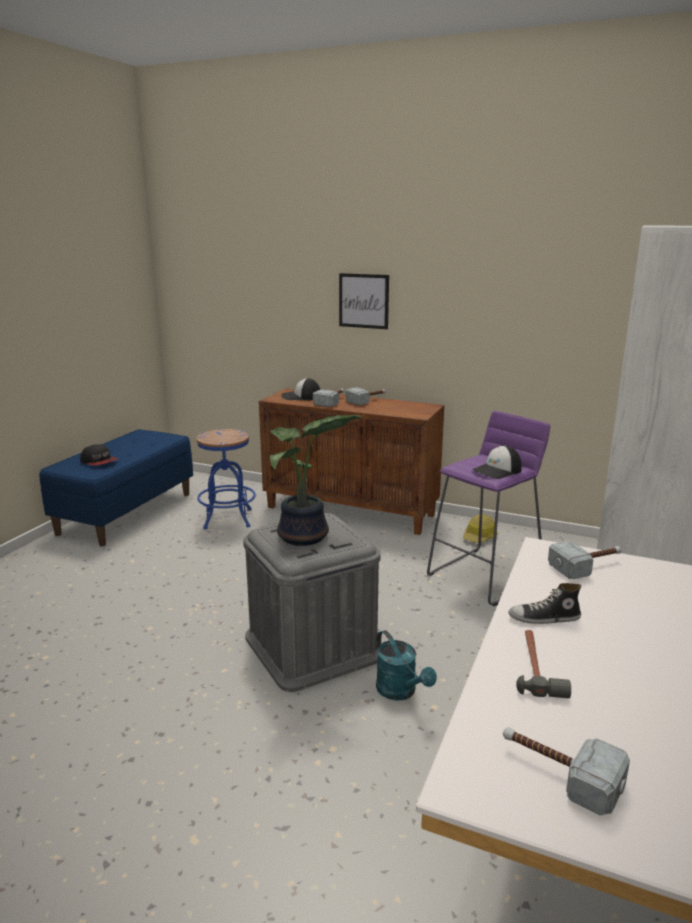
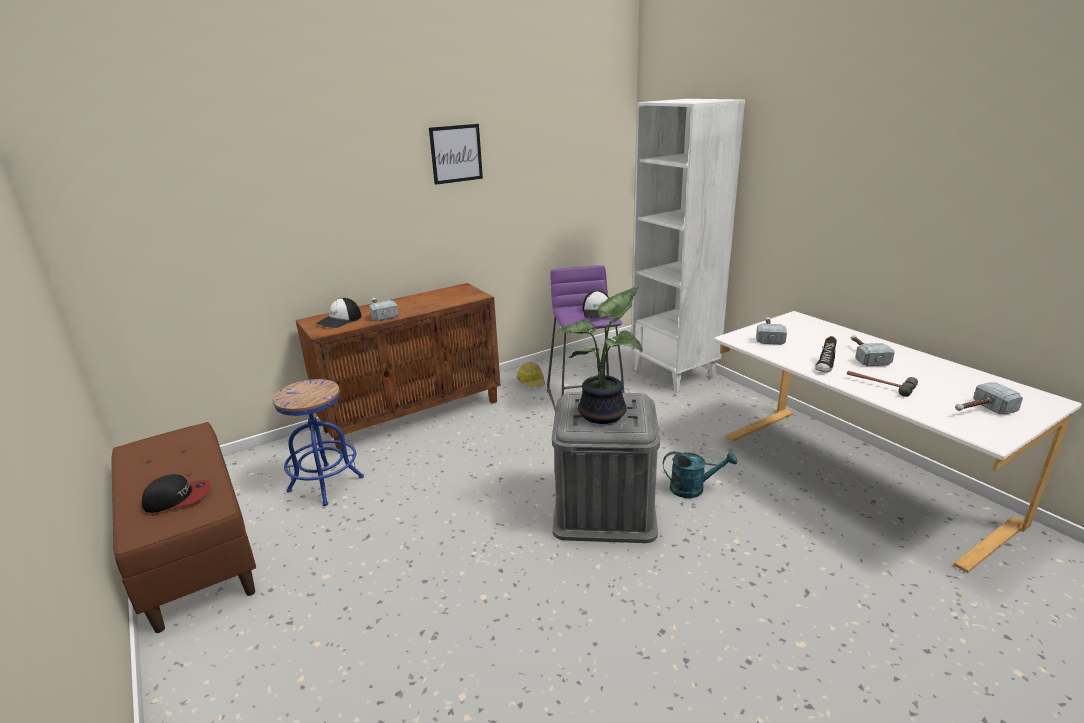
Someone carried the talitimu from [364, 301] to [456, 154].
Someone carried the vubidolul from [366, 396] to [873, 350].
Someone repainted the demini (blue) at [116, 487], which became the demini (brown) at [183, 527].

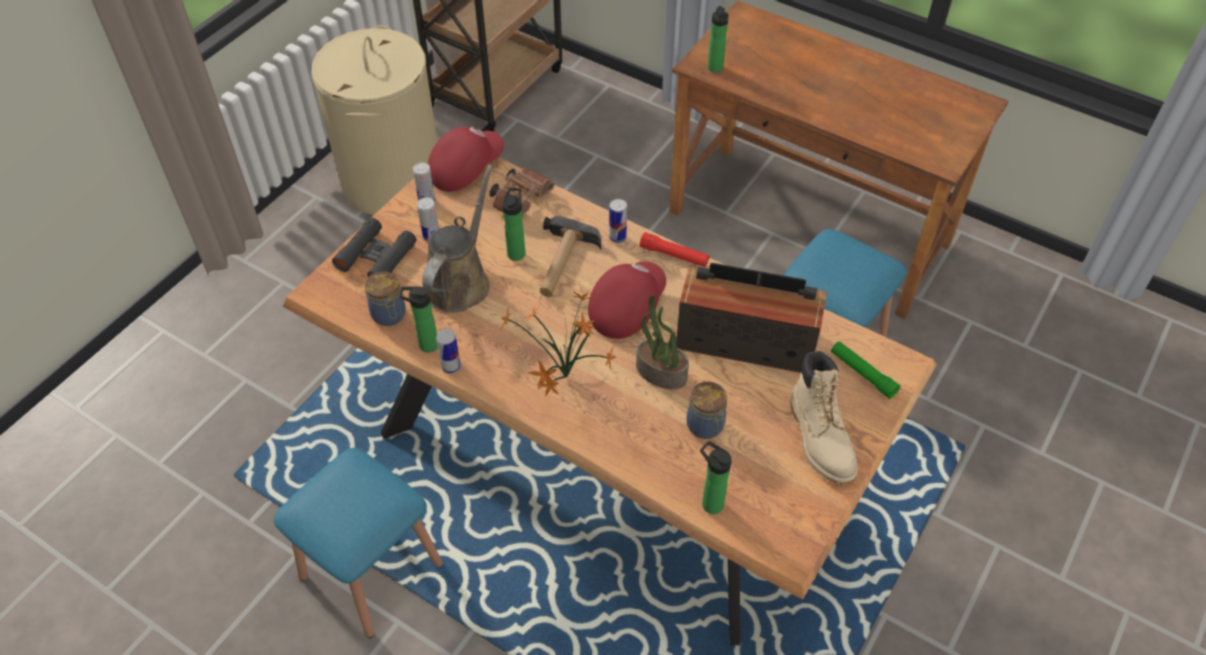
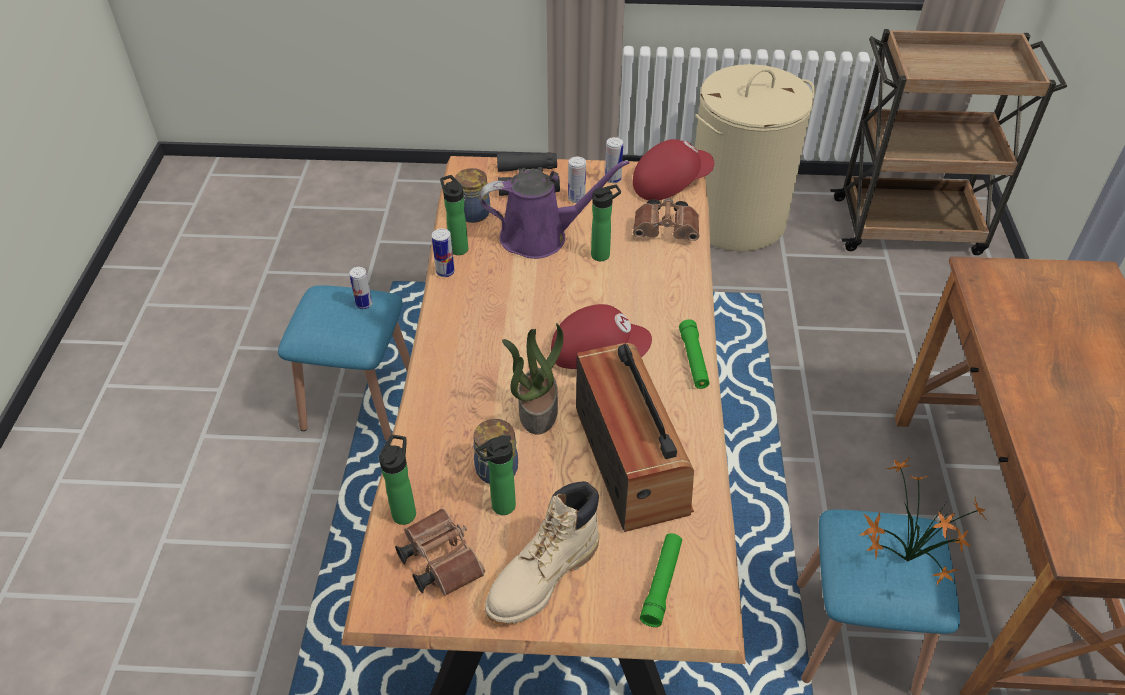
Someone took away the vubidolul at [570, 256].
Someone put down the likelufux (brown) at [440, 552].
Someone carried the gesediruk from [558, 343] to [924, 521].
Someone carried the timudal from [618, 221] to [361, 288].
Someone carried the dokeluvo from [718, 39] to [496, 475].
Someone repainted the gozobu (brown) at [457, 239], which became the gozobu (purple) at [554, 209].
Someone repainted the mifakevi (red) at [675, 249], which became the mifakevi (green) at [694, 354].
Someone rotated the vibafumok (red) at [466, 159] by 45 degrees counterclockwise.

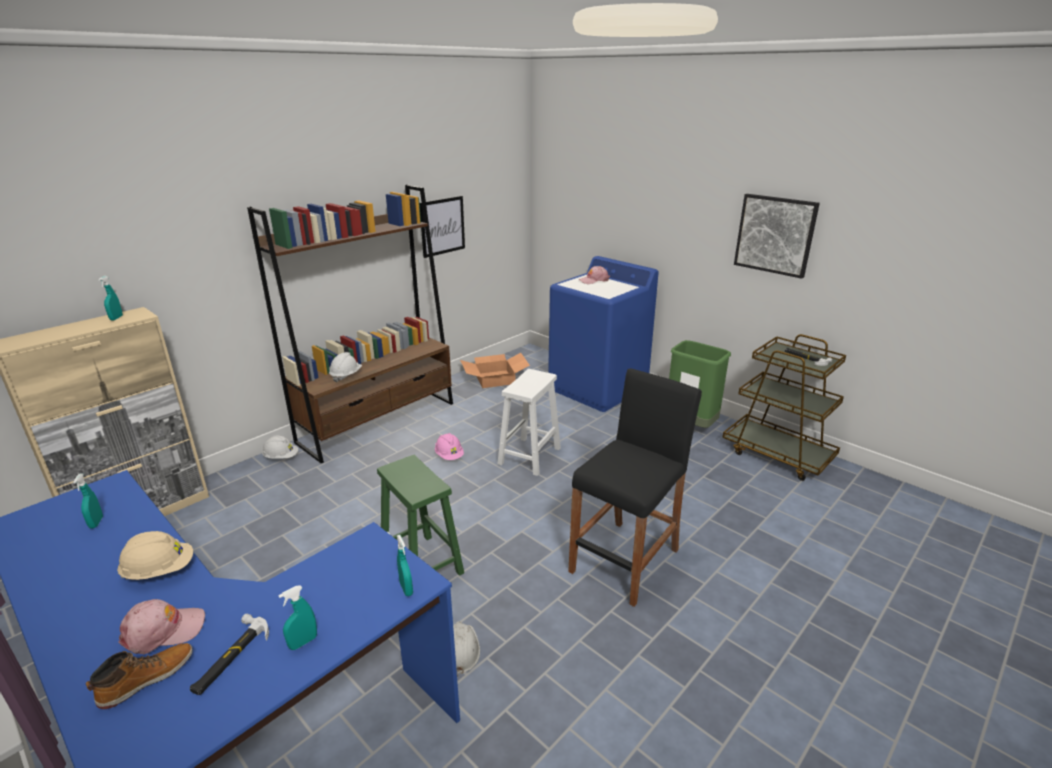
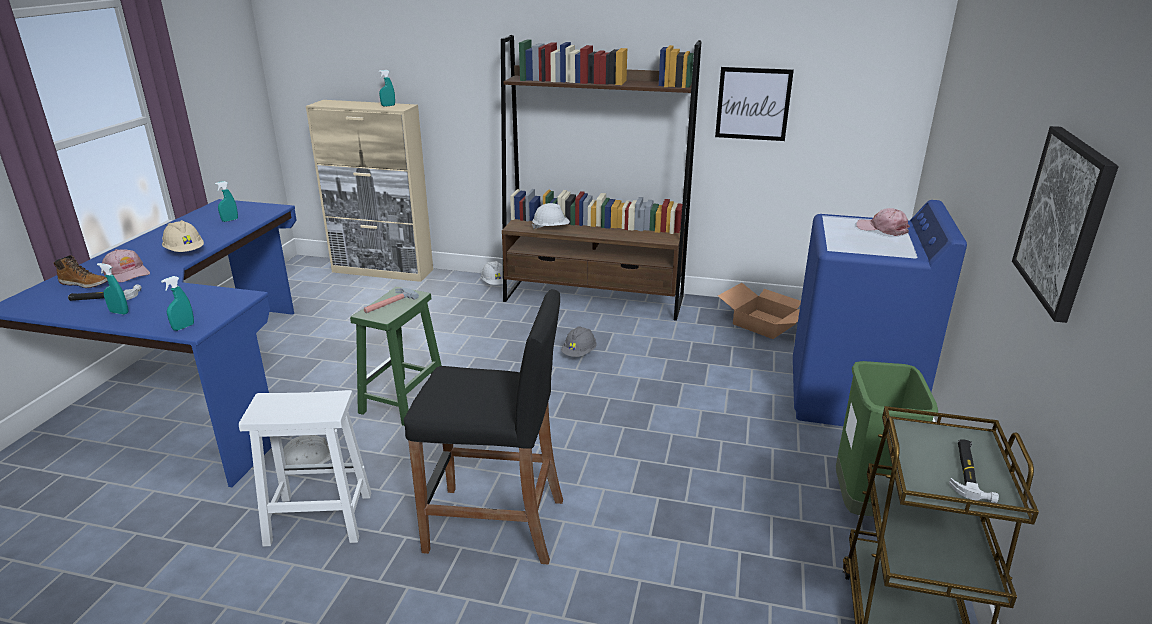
Someone put down the vubidolul at [391, 300].
Someone carried the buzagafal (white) from [529, 422] to [305, 468].
Someone repainted the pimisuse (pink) at [449, 446], which became the pimisuse (grey) at [579, 341].

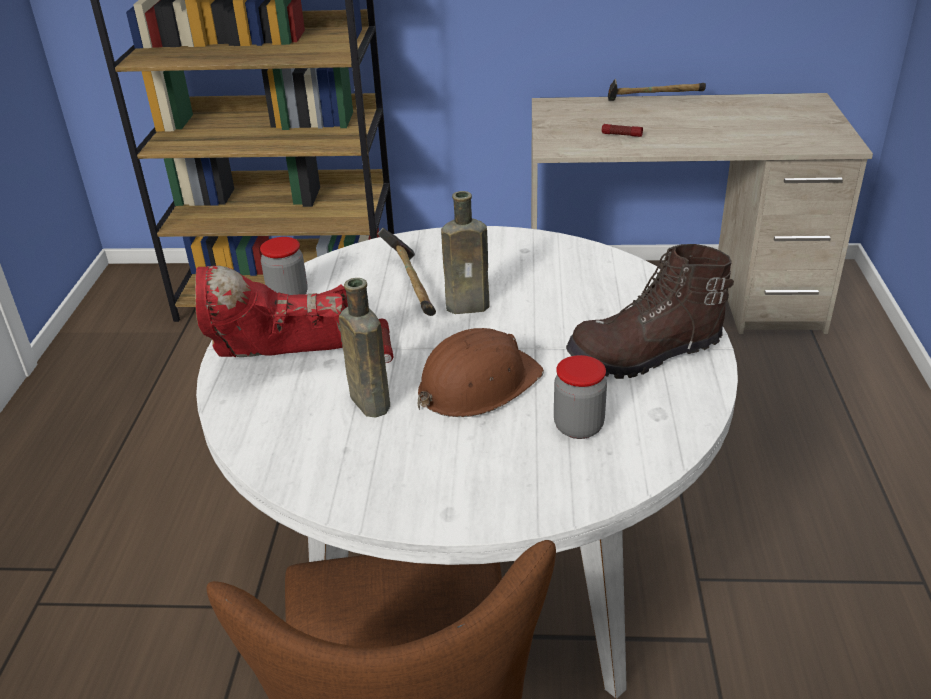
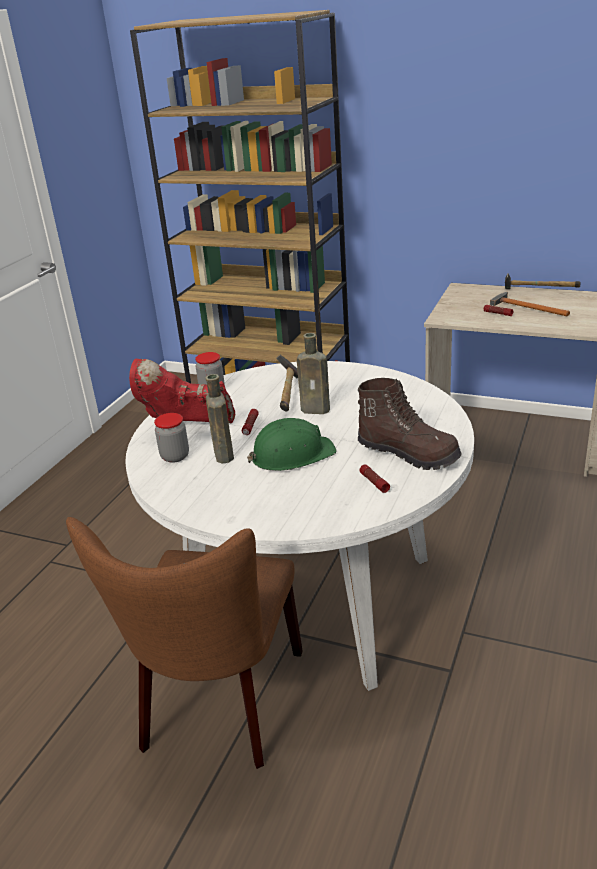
Someone put down the mifakevi at [374, 479].
Someone put down the vubidolul at [530, 304].
Someone carried the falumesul from [580, 397] to [171, 438].
Someone repainted the pimisuse (brown) at [481, 372], which became the pimisuse (green) at [291, 444].
Someone rotated the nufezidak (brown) at [650, 311] by 150 degrees counterclockwise.

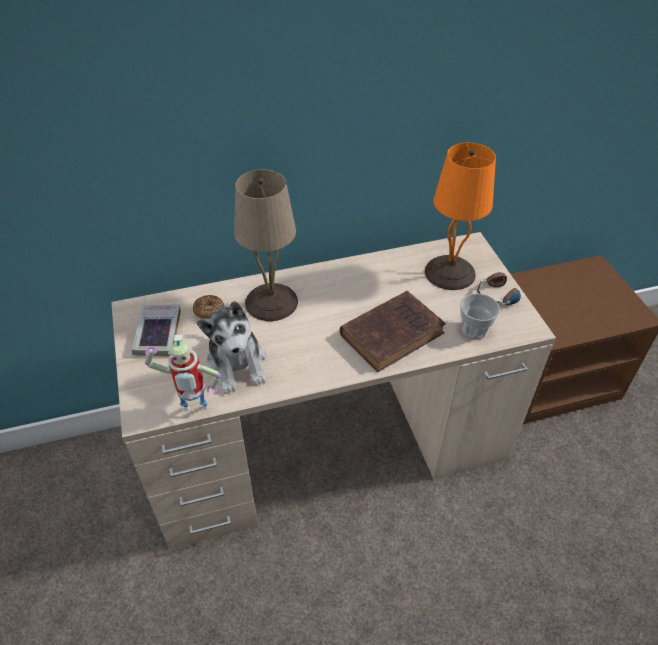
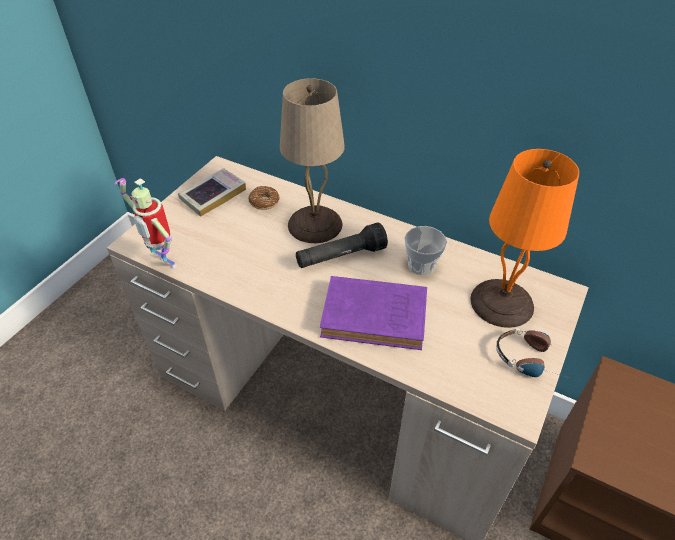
Someone took away the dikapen at [231, 347].
Someone put down the mifakevi (black) at [342, 245].
Someone carried the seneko from [480, 316] to [425, 250].
Someone repainted the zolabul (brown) at [393, 331], which became the zolabul (purple) at [373, 313].

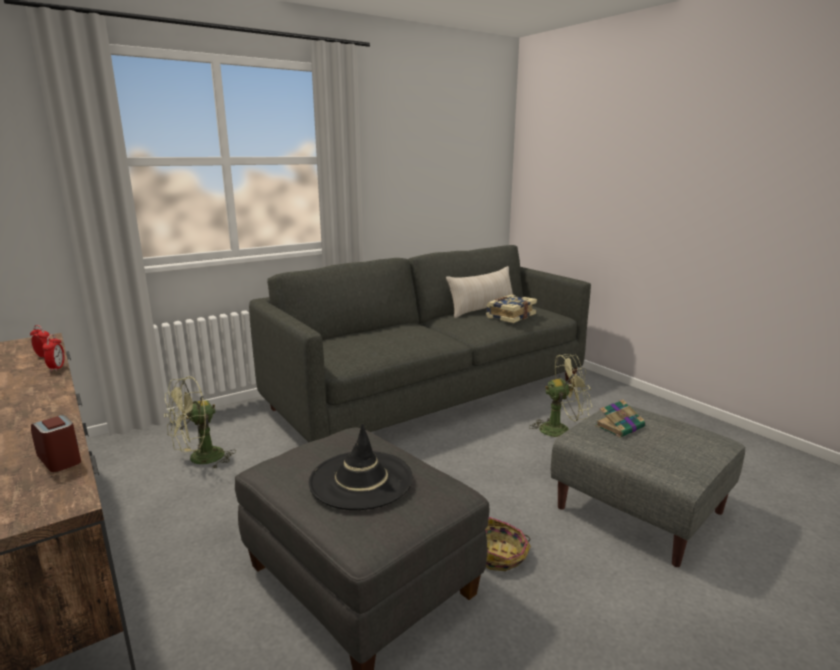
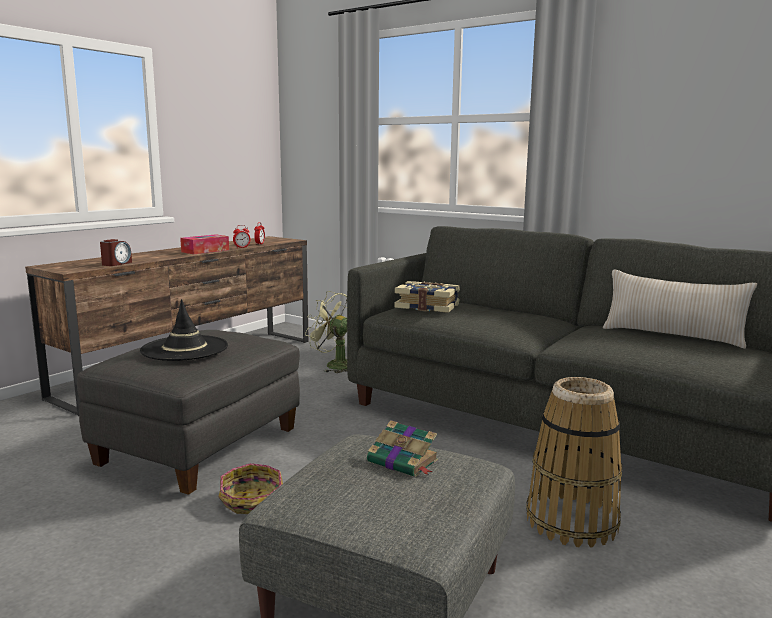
Someone put down the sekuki at [204, 244].
Someone carried the zolabul from [511, 308] to [427, 297].
Someone swapped the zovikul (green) at [561, 395] for the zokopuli at [574, 462].

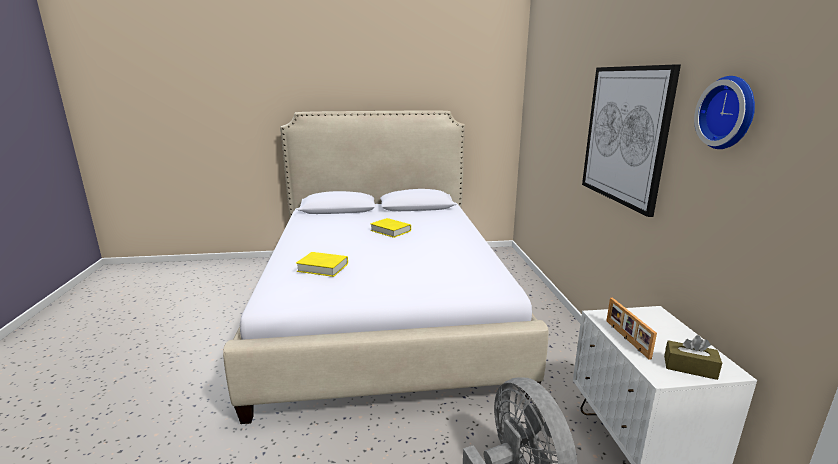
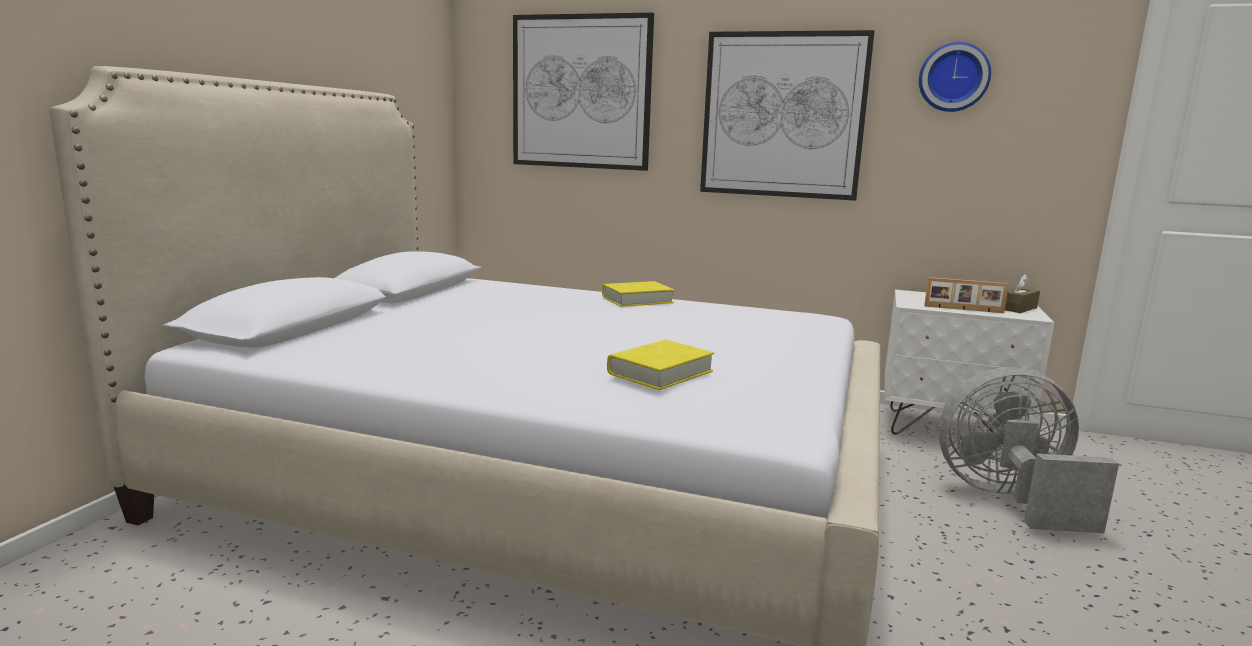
Someone put up the talitimu at [583, 92].
Someone carried the zolabul (yellow) from [390, 228] to [638, 294].

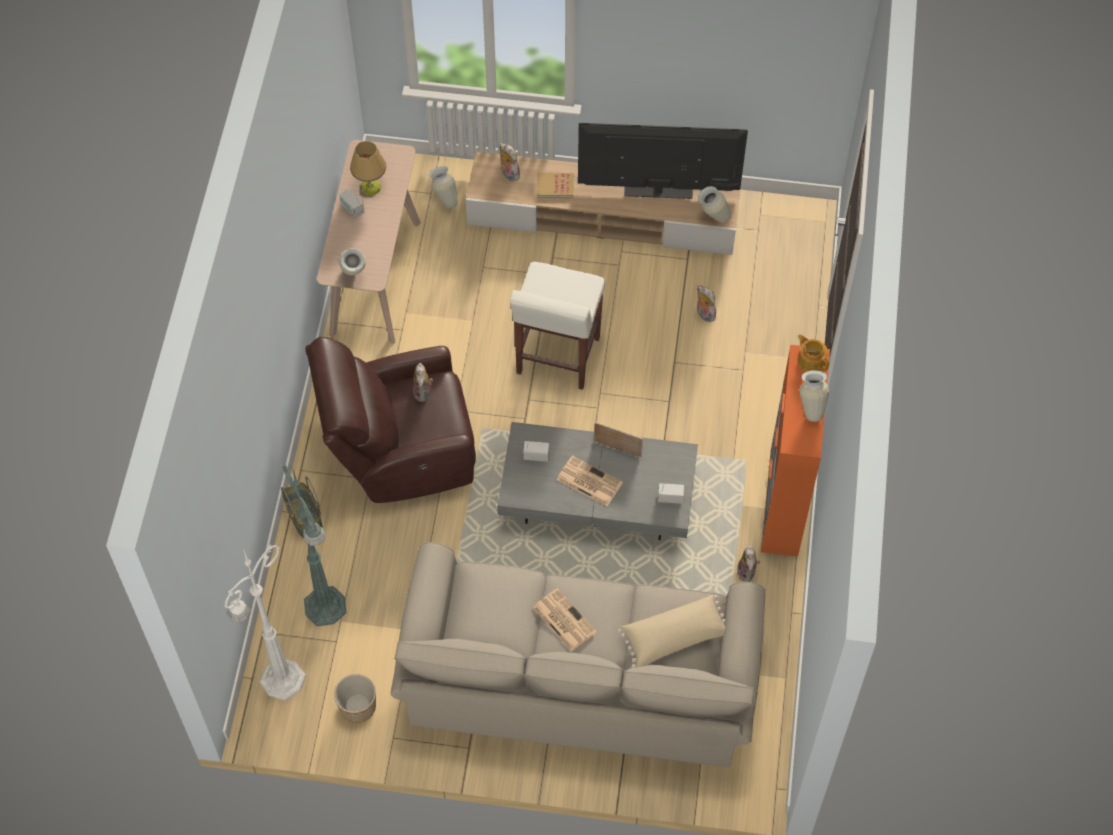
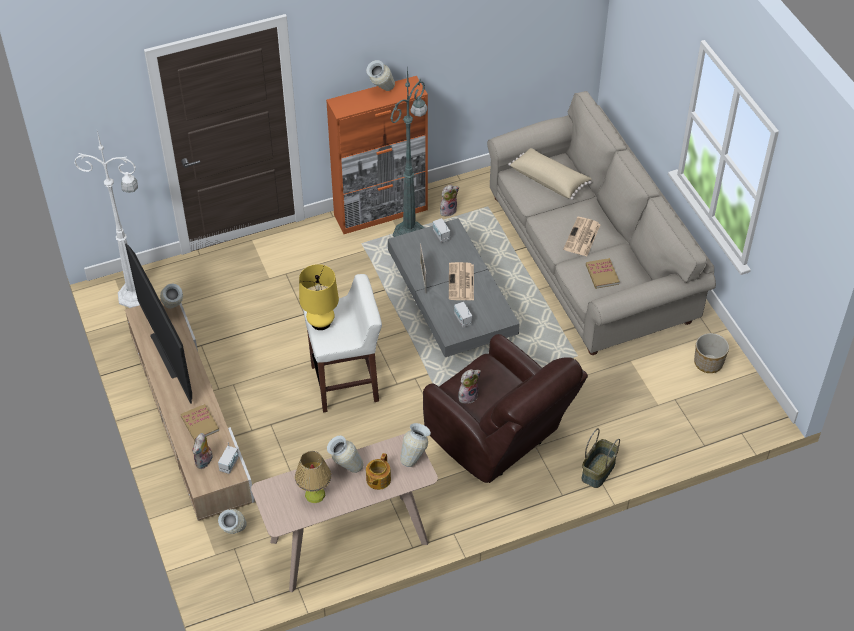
Someone took away the dikapen at [706, 303].
Someone put down the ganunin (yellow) at [319, 297].
Someone put down the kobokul at [345, 454].
Someone put down the zolabul at [603, 273].
Someone carried the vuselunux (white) from [265, 623] to [107, 219].
Someone carried the vuselunux (green) from [314, 545] to [408, 151].
Someone carried the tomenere from [352, 203] to [228, 458].
Someone carried the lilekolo from [814, 353] to [378, 471].

